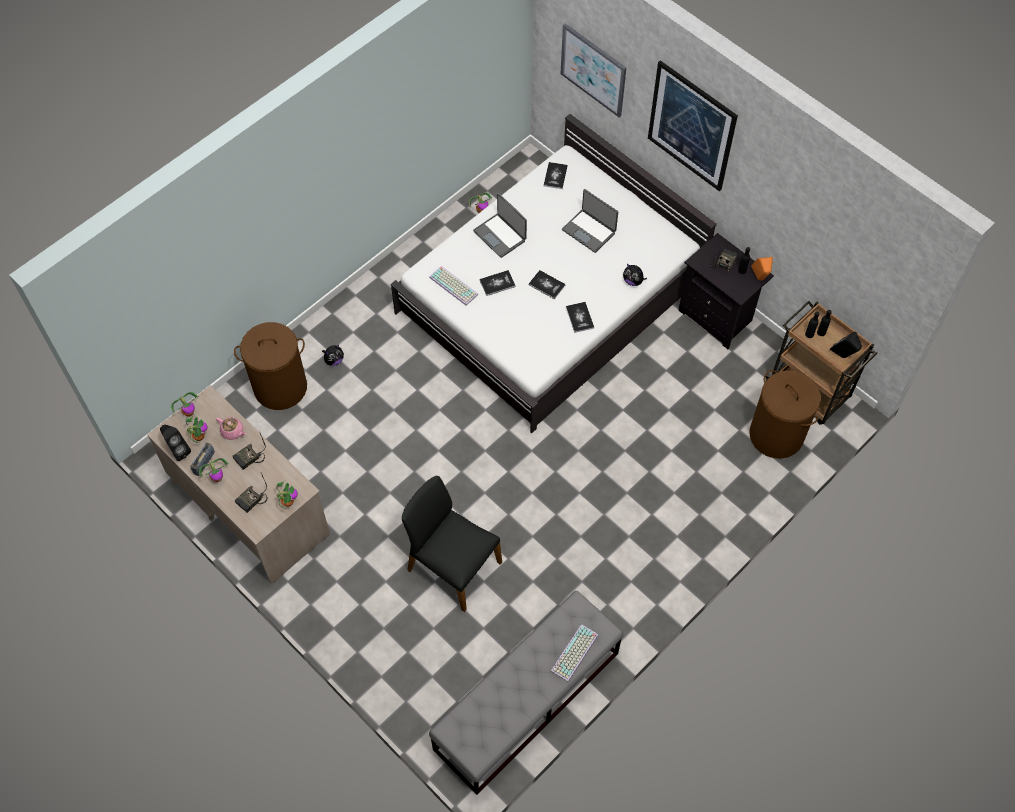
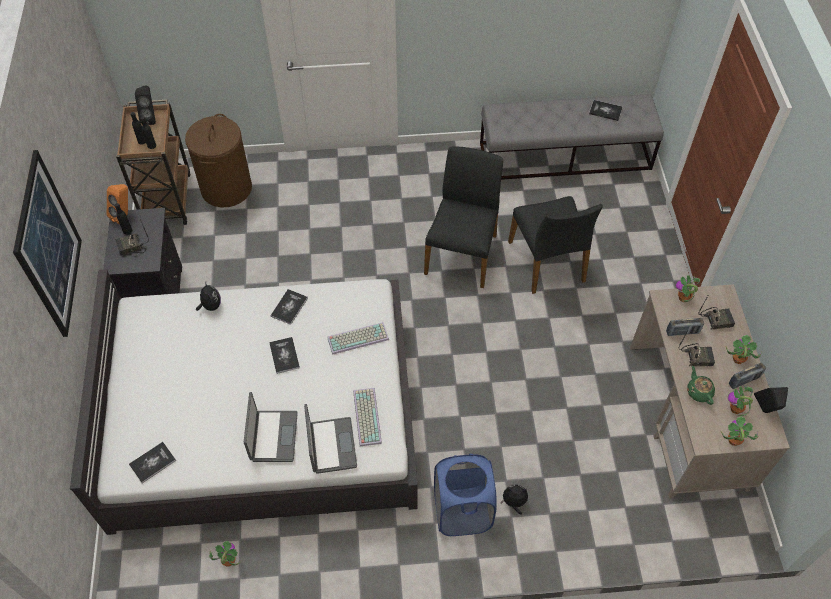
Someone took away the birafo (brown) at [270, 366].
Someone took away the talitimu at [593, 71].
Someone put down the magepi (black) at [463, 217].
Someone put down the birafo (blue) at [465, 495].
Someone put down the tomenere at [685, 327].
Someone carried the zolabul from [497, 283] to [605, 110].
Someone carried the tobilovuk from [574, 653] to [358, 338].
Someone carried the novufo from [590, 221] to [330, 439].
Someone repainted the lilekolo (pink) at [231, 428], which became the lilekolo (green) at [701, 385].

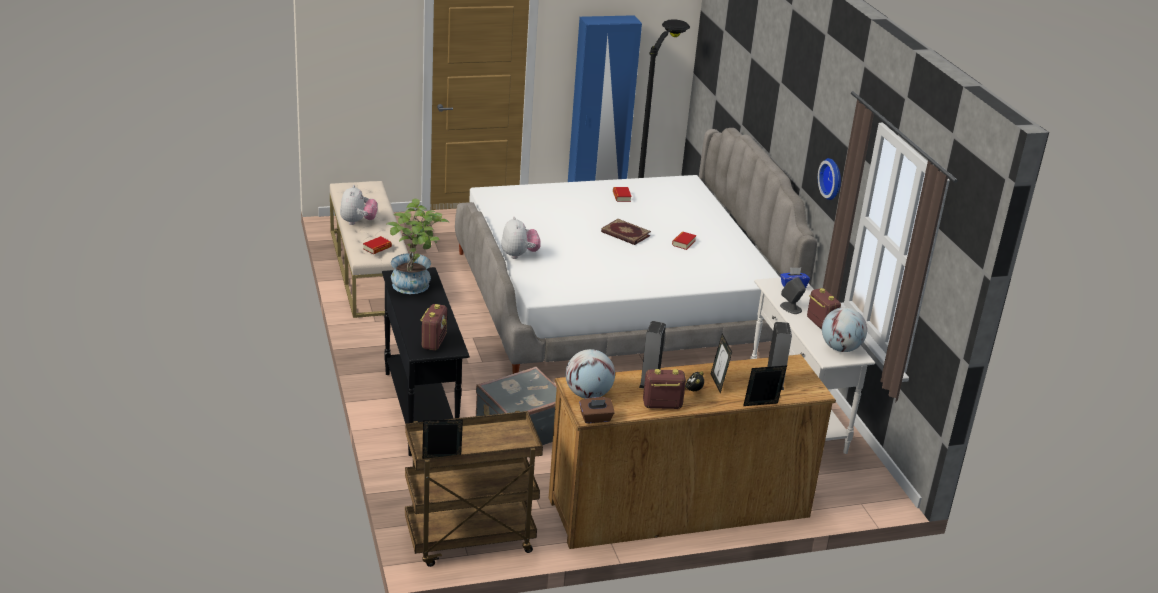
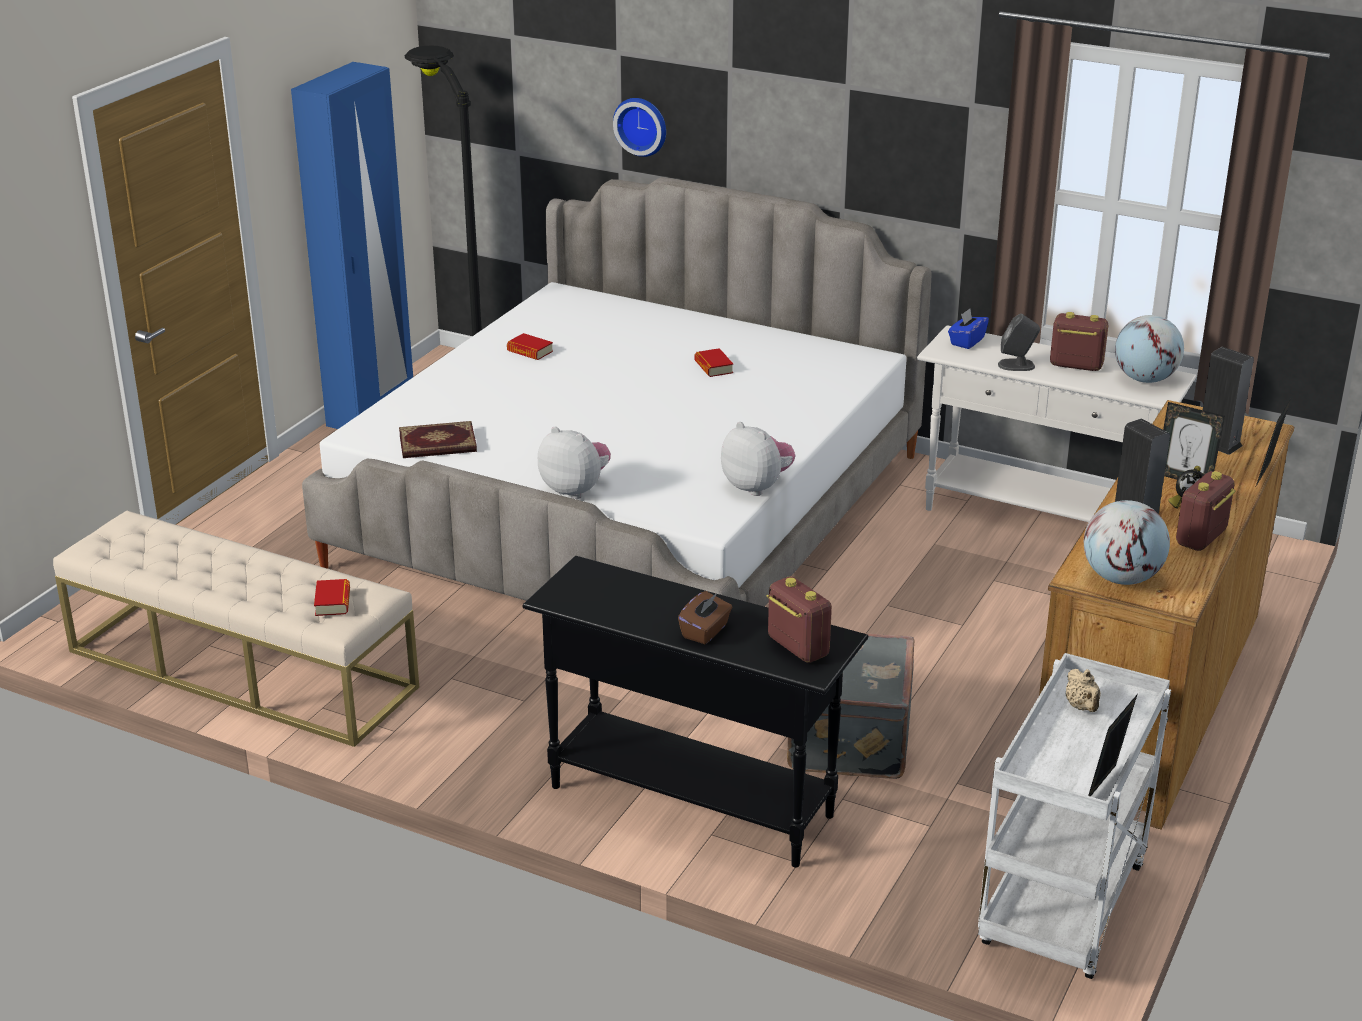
Someone took away the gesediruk at [418, 246].
Someone put down the lilekolo (beige) at [1083, 690].
Someone carried the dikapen from [359, 205] to [758, 459].
Someone carried the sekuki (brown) from [597, 410] to [705, 617].
Someone carried the zolabul from [626, 232] to [438, 439].
Someone carried the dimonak from [829, 179] to [639, 127].
Someone repainted the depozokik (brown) at [474, 489], which became the depozokik (white) at [1074, 816].

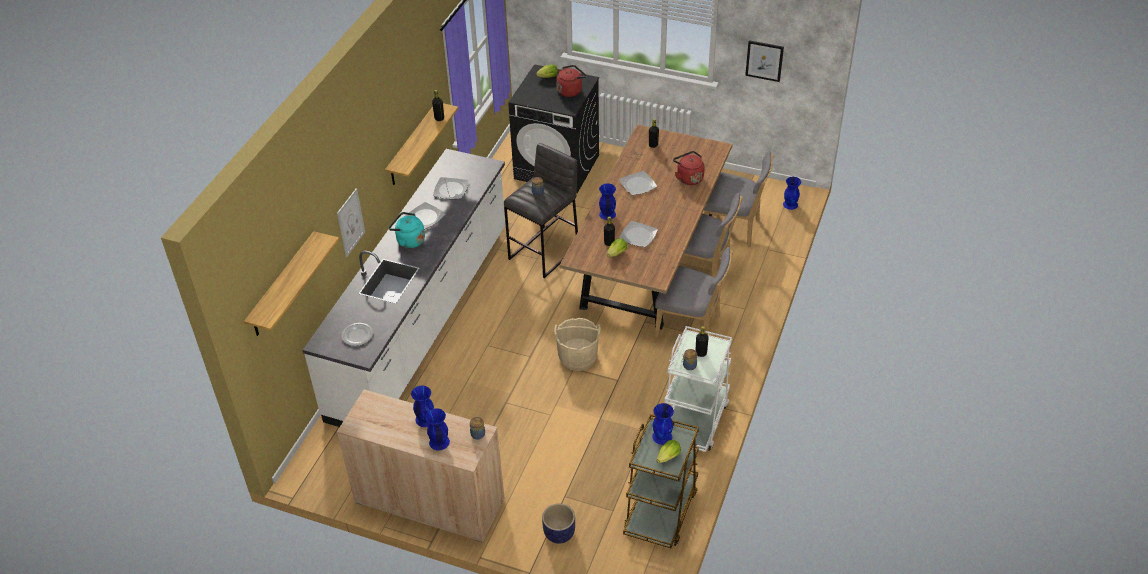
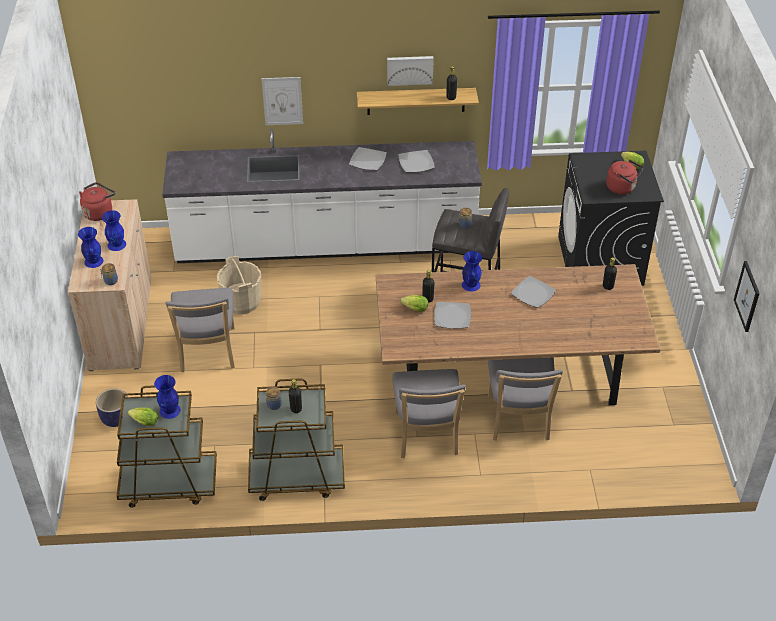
Someone took away the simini at [291, 283].
Someone took away the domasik at [357, 334].
Someone took away the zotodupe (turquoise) at [407, 230].
Someone took away the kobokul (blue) at [792, 193].
Someone put up the talitimu at [410, 71].
Someone carried the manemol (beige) from [577, 344] to [239, 285].
Someone carried the zotodupe (red) from [689, 168] to [97, 201].
Someone carried the magepi (grey) from [739, 199] to [200, 330].
Someone repainted the depozokik (white) at [698, 389], which became the depozokik (brown) at [296, 439].

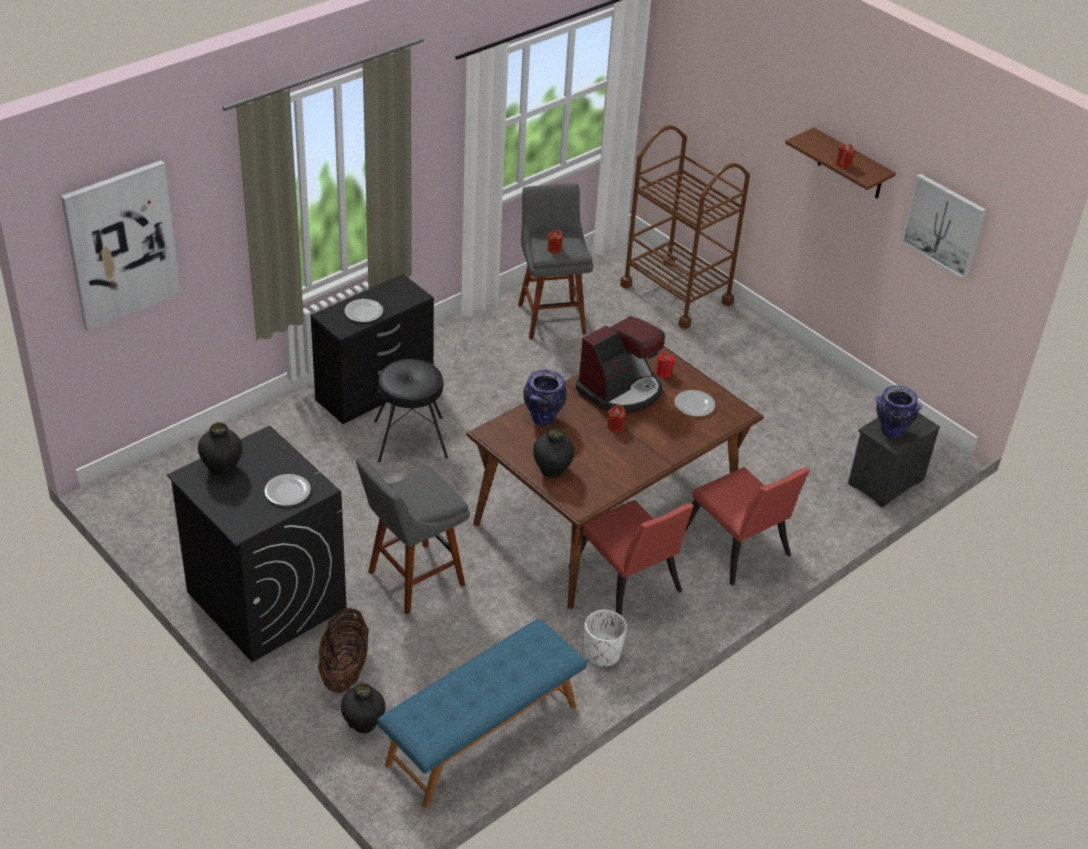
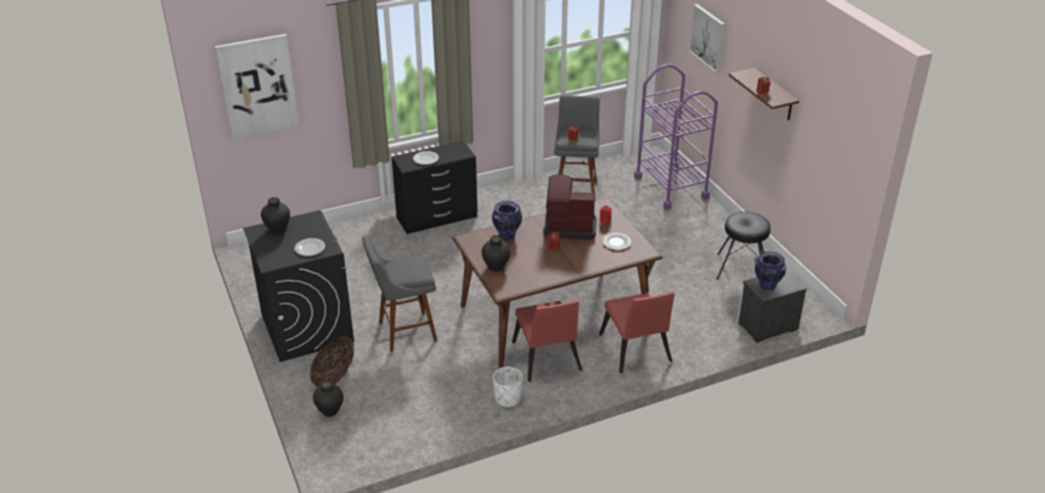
Someone took away the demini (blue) at [482, 713].
Someone carried the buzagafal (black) from [411, 410] to [744, 245].
Someone carried the talitimu from [943, 227] to [707, 38].
Someone repainted the depozokik (brown) at [685, 227], which became the depozokik (purple) at [676, 136].
Someone rotated the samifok at [620, 364] by 150 degrees counterclockwise.

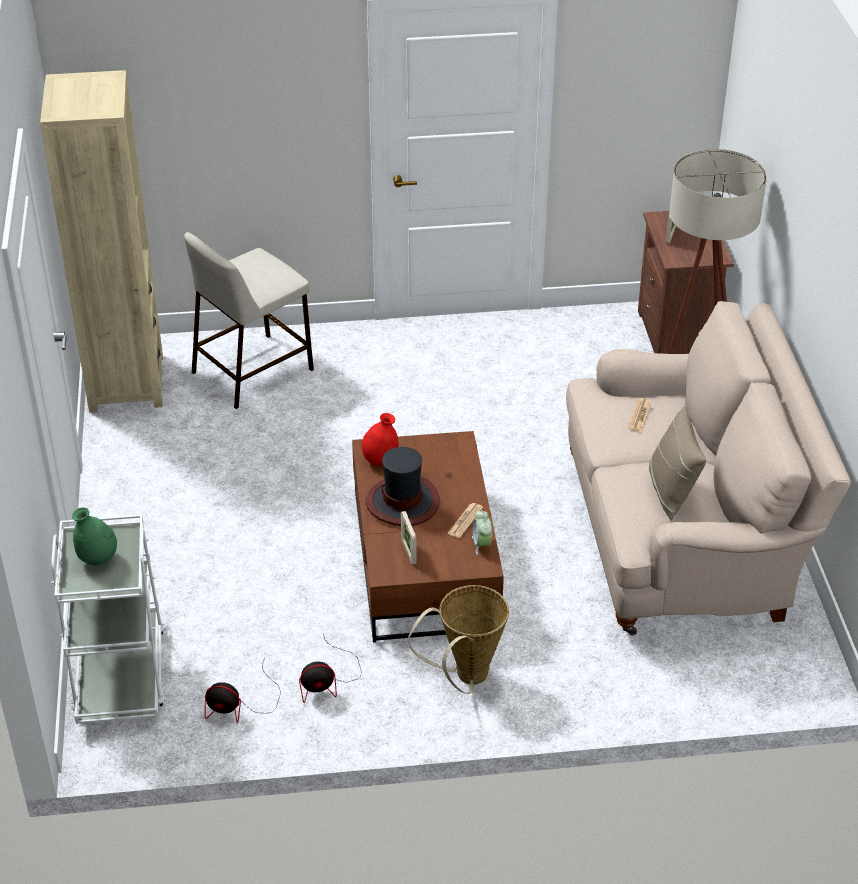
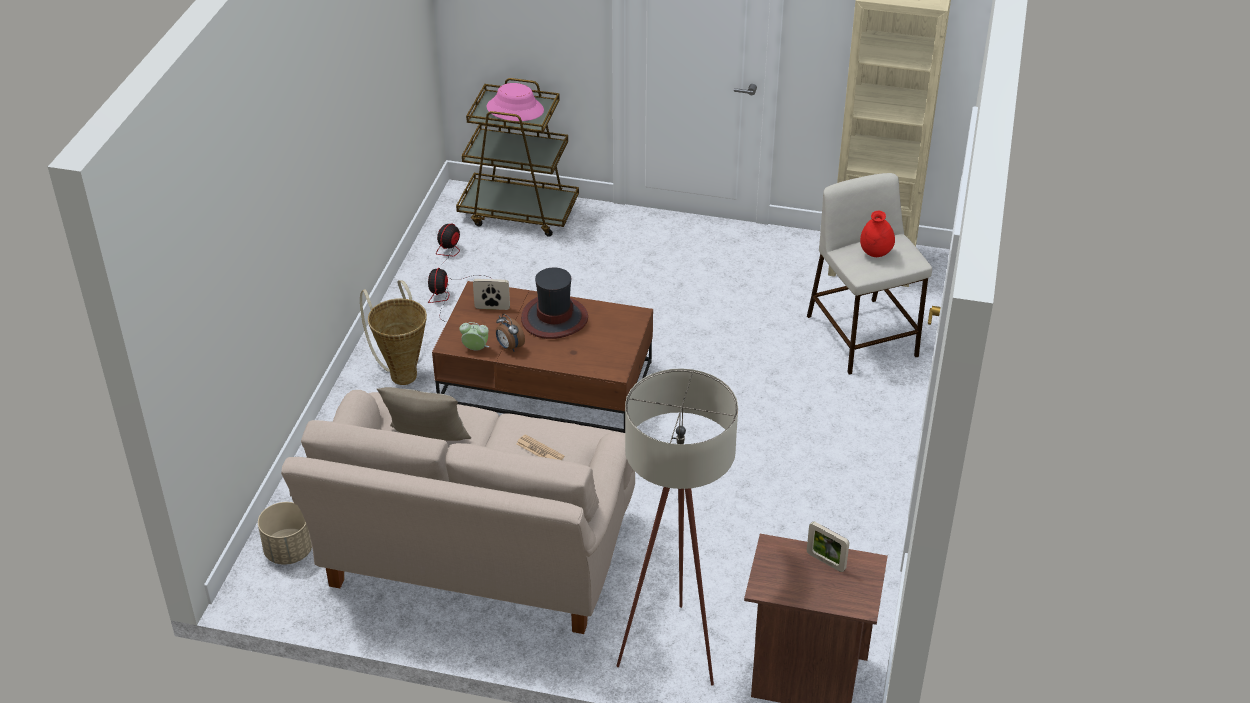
Someone put down the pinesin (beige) at [285, 533].
Someone carried the kobokul (red) from [380, 439] to [877, 234].
Someone swapped the kobokul (green) at [94, 536] for the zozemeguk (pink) at [515, 102].
Someone swapped the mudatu at [465, 520] for the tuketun at [510, 332].
Someone repainted the depozokik (white) at [108, 619], which became the depozokik (brown) at [517, 157].

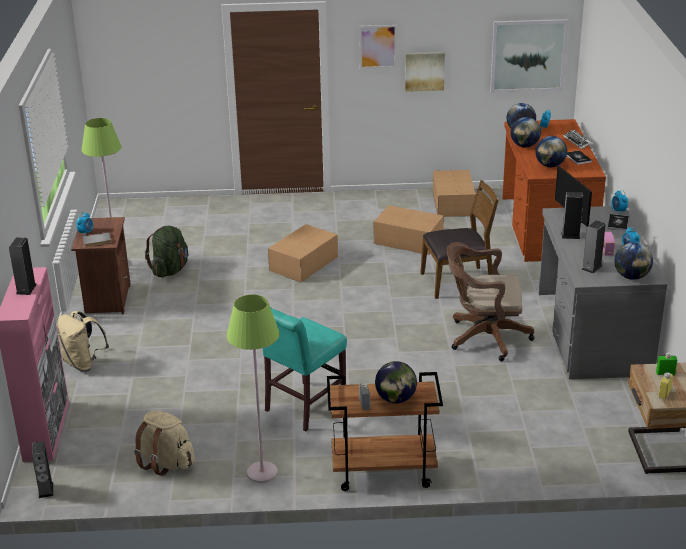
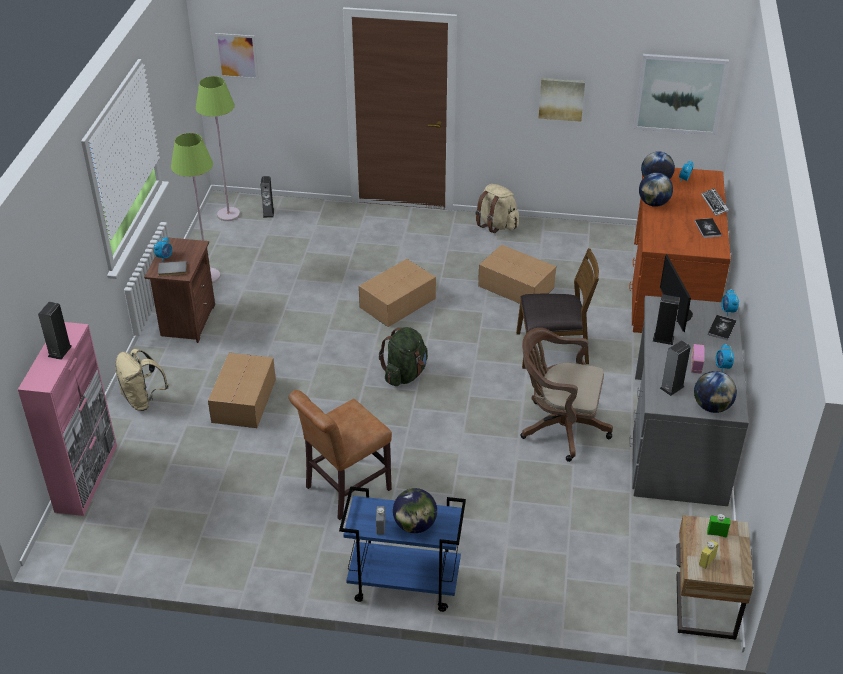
Someone took away the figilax at [551, 151].
Someone carried the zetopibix from [43, 469] to [267, 197].
Someone carried the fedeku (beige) from [164, 443] to [497, 208].
Someone carried the fedeku (green) from [166, 251] to [403, 356].
Someone carried the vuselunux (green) from [253, 388] to [218, 148].
Someone carried the talitimu from [378, 47] to [237, 56].
Someone carried the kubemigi from [454, 193] to [242, 390].
Someone repainted the magepi (turquoise) at [305, 369], which became the magepi (brown) at [340, 455].
Someone repainted the depozokik (brown) at [385, 431], which became the depozokik (blue) at [402, 549].

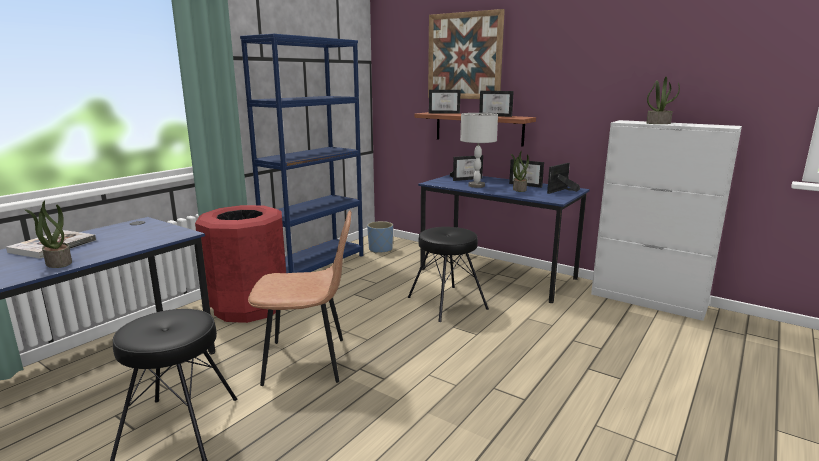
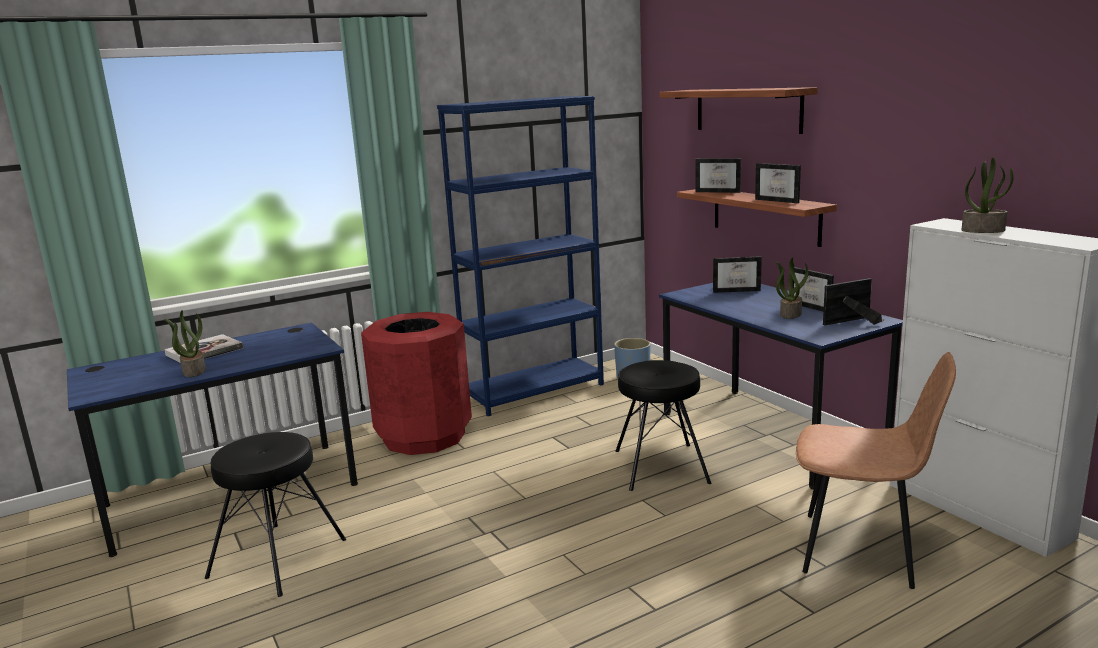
Someone took away the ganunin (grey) at [479, 150].
Someone carried the magepi (brown) from [300, 298] to [876, 470].
Someone swapped the talitimu at [466, 54] for the simini at [738, 110].

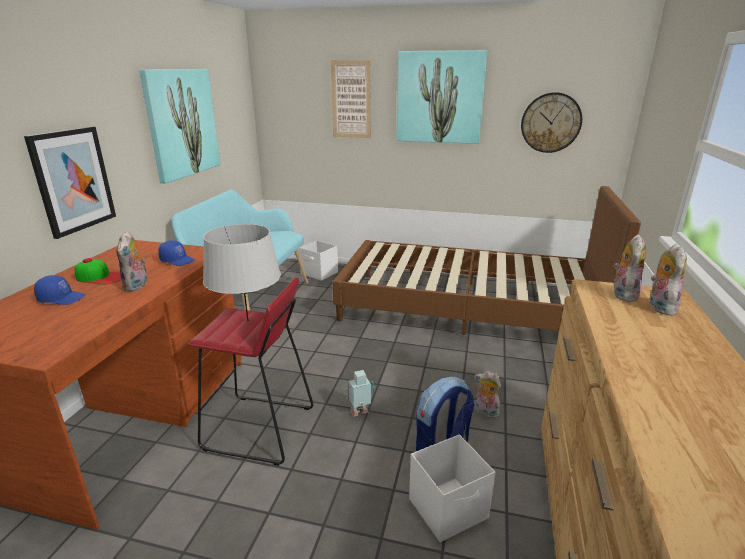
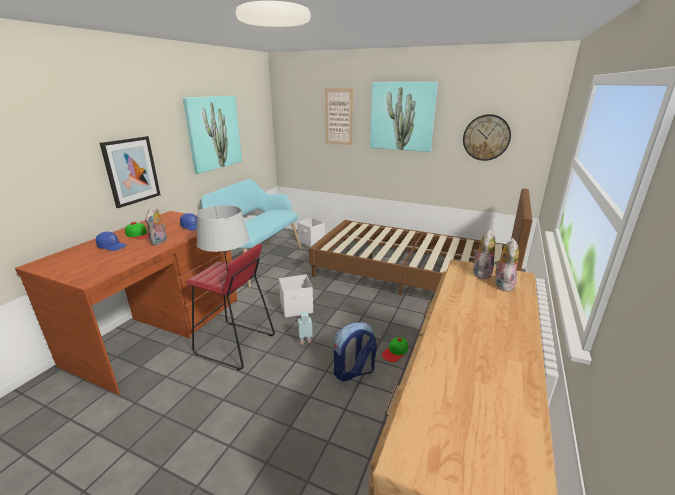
Someone carried the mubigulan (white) from [452, 488] to [296, 296].
Someone swapped the dikapen at [488, 394] for the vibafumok at [395, 349].

